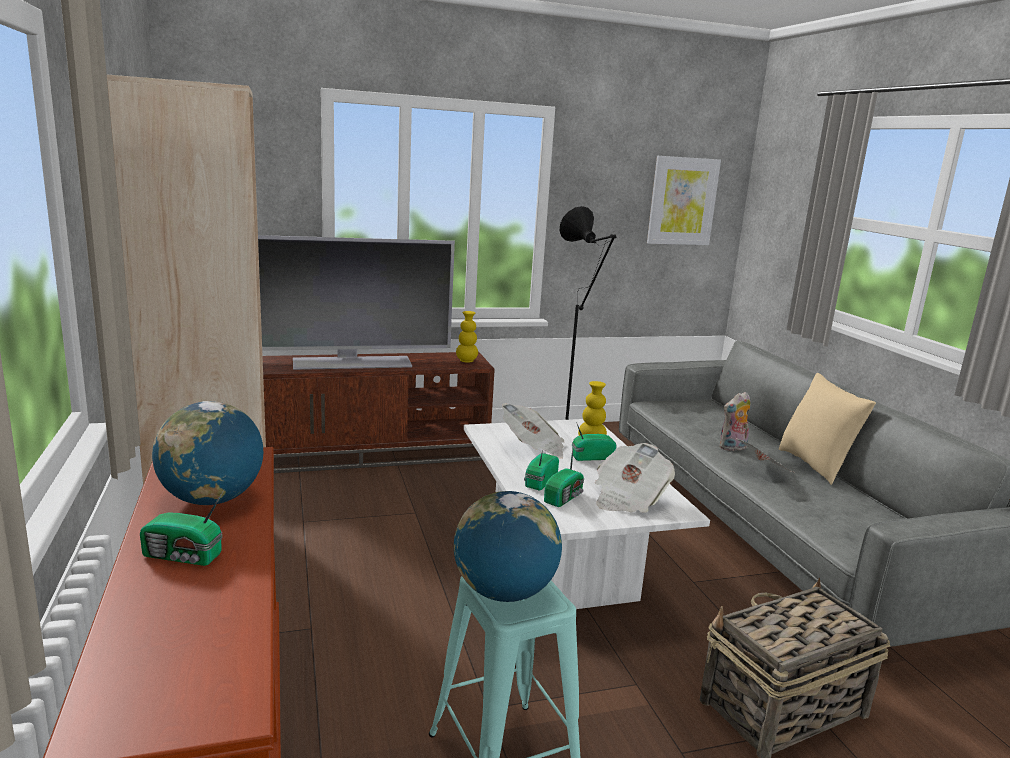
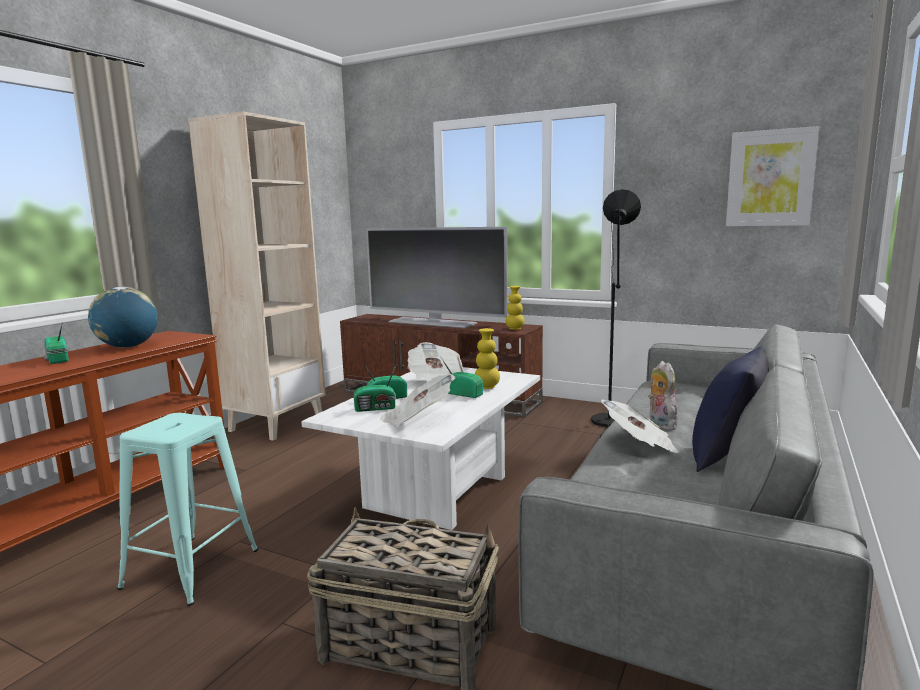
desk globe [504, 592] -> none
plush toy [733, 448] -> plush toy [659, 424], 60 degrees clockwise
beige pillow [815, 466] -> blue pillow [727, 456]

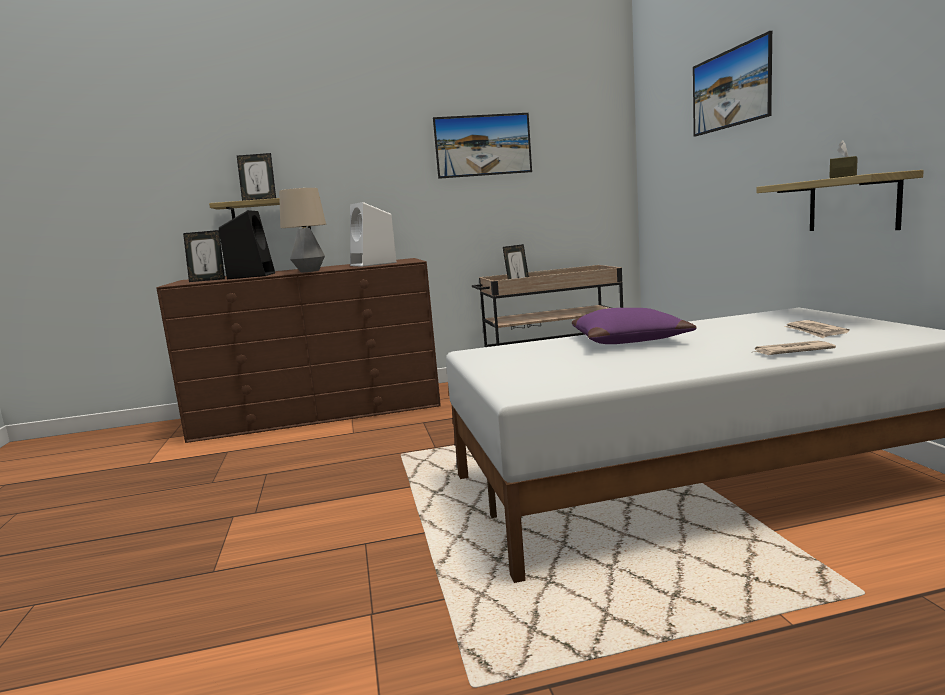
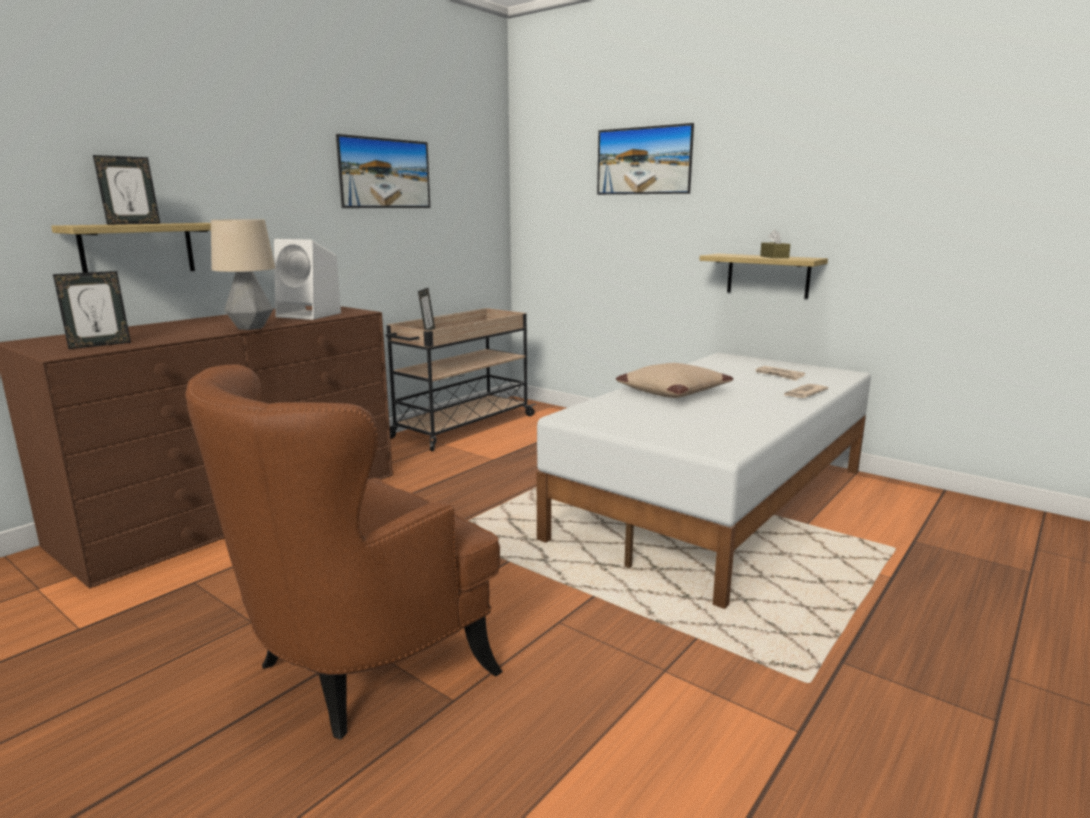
black-coloured loudspeaker [251, 276] -> none
purple-coloured pillow [629, 340] -> beige pillow [672, 392]
none -> brown-coloured lounge chair [358, 668]

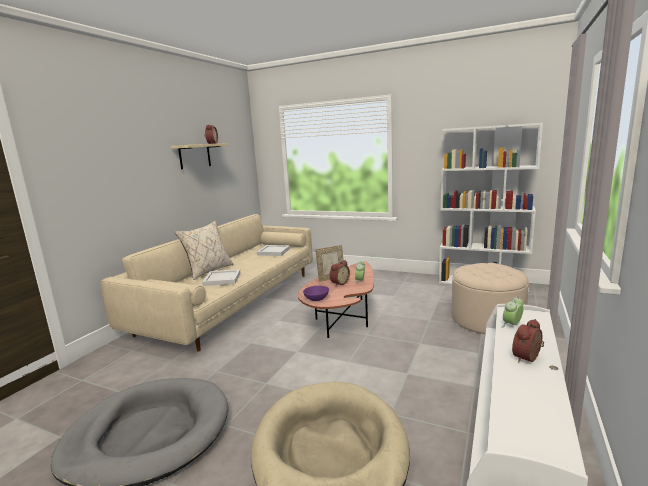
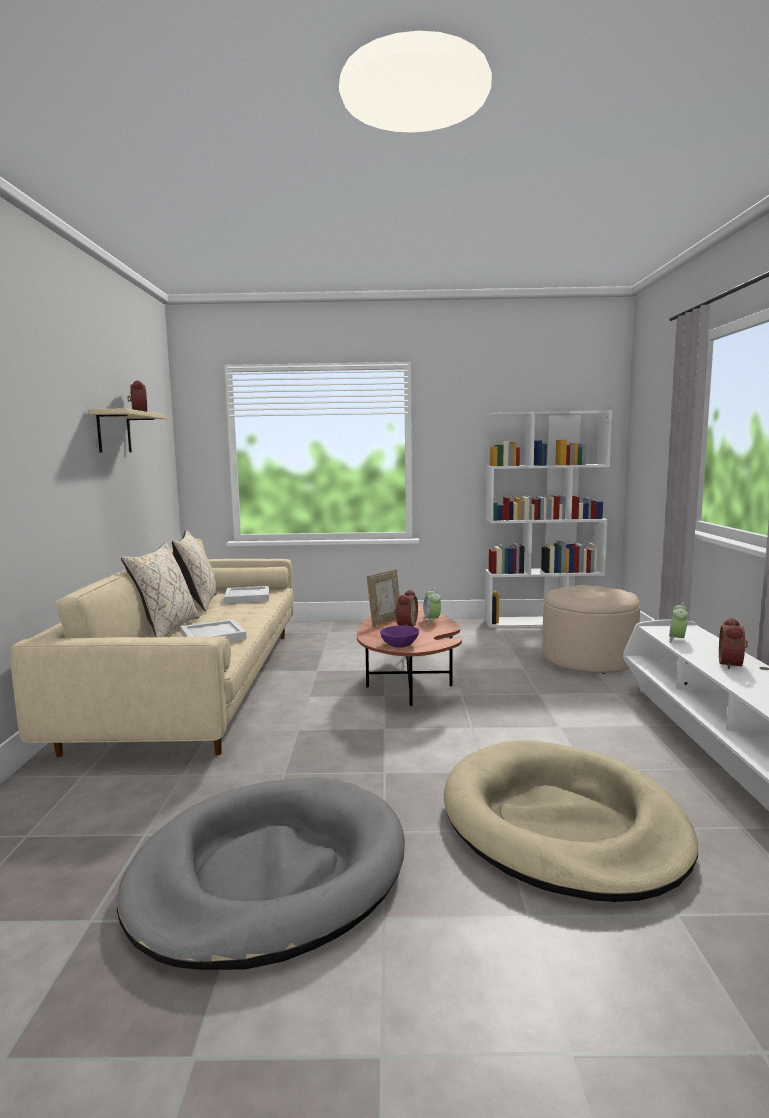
none -> beige pillow [198, 603]

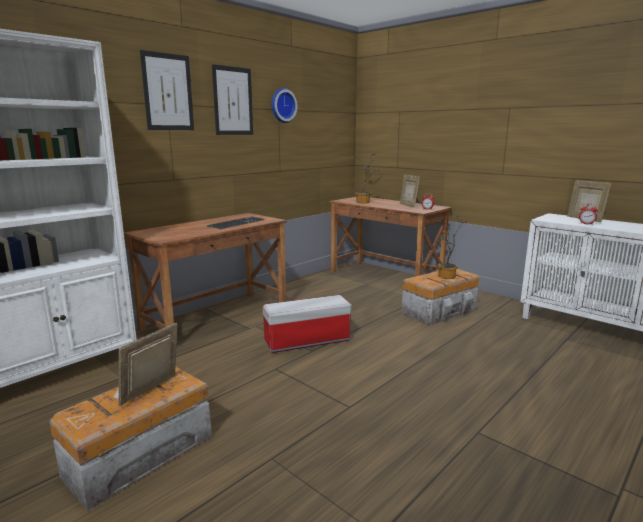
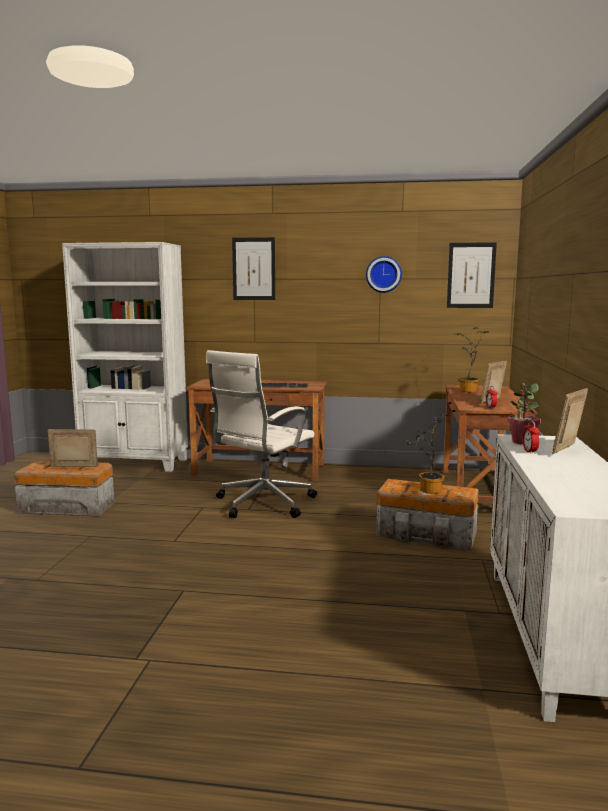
wall art [233, 101] -> wall art [471, 275], move
storage box [306, 341] -> white desk chair [262, 503]
none -> houseplant [522, 442]

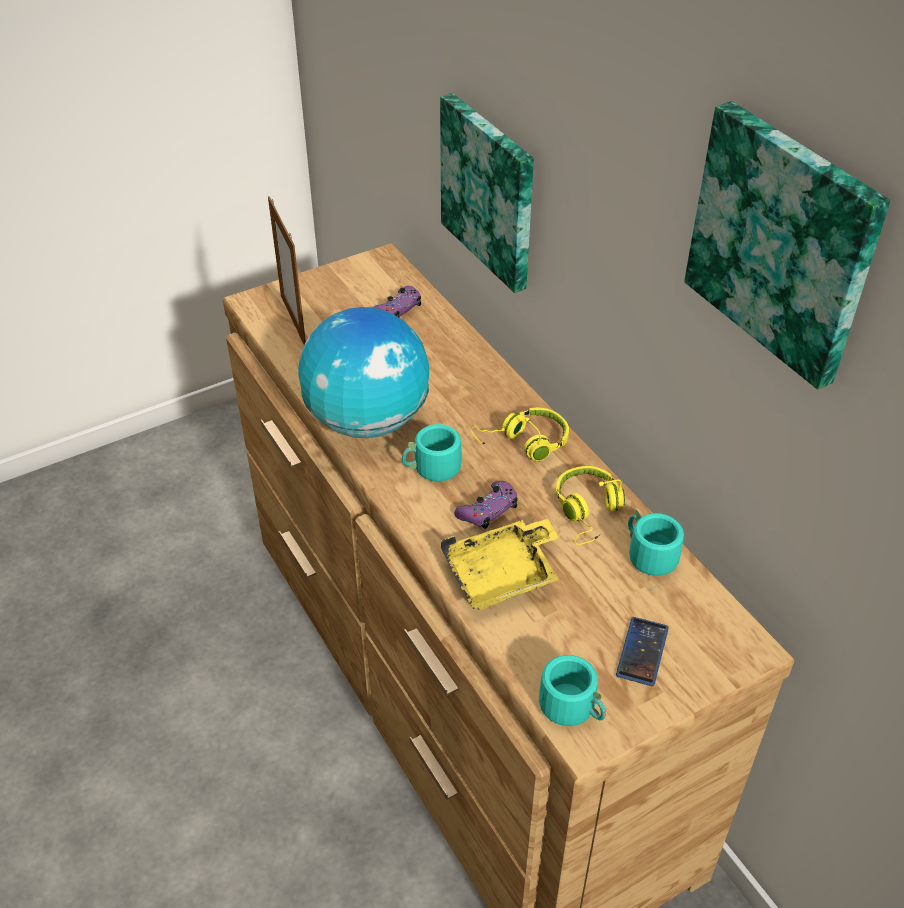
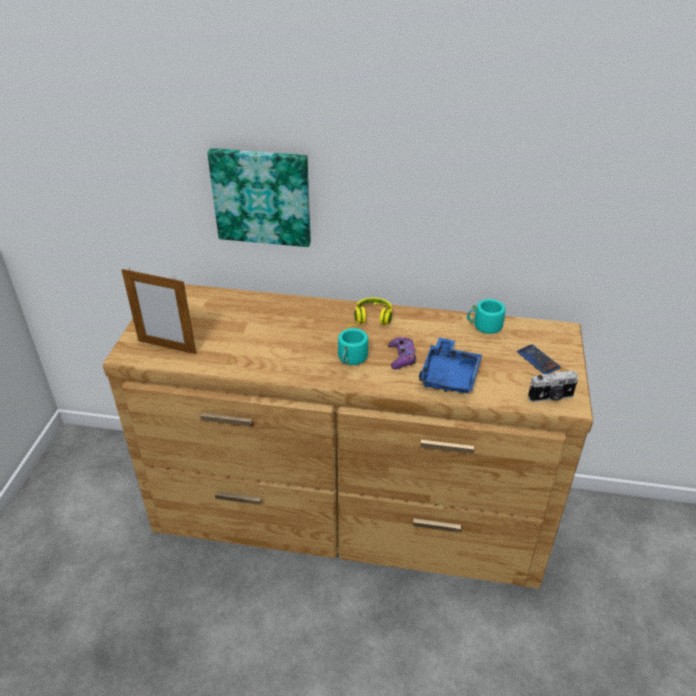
desk globe [368, 421] -> none
purple-coloured joypad [397, 309] -> none
yellow-coloured carrying tray [503, 575] -> blue carrying tray [449, 375]
blue-green tea mug [574, 706] -> photo camera [551, 397]
yellow-coloured pair of headphones [588, 511] -> none
wall art [784, 242] -> none

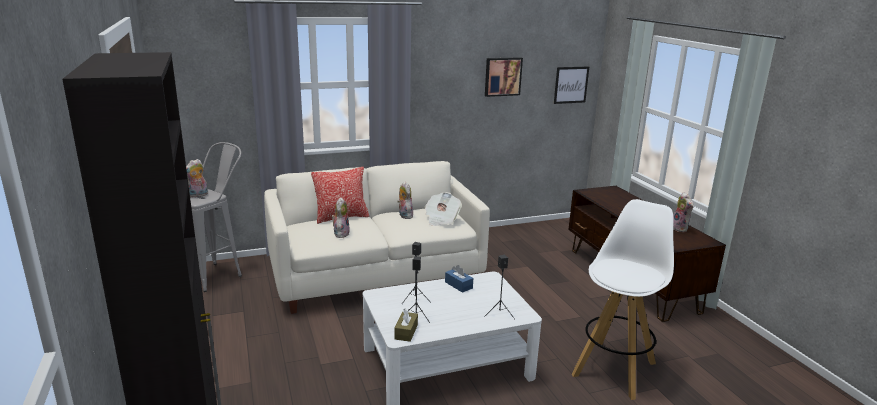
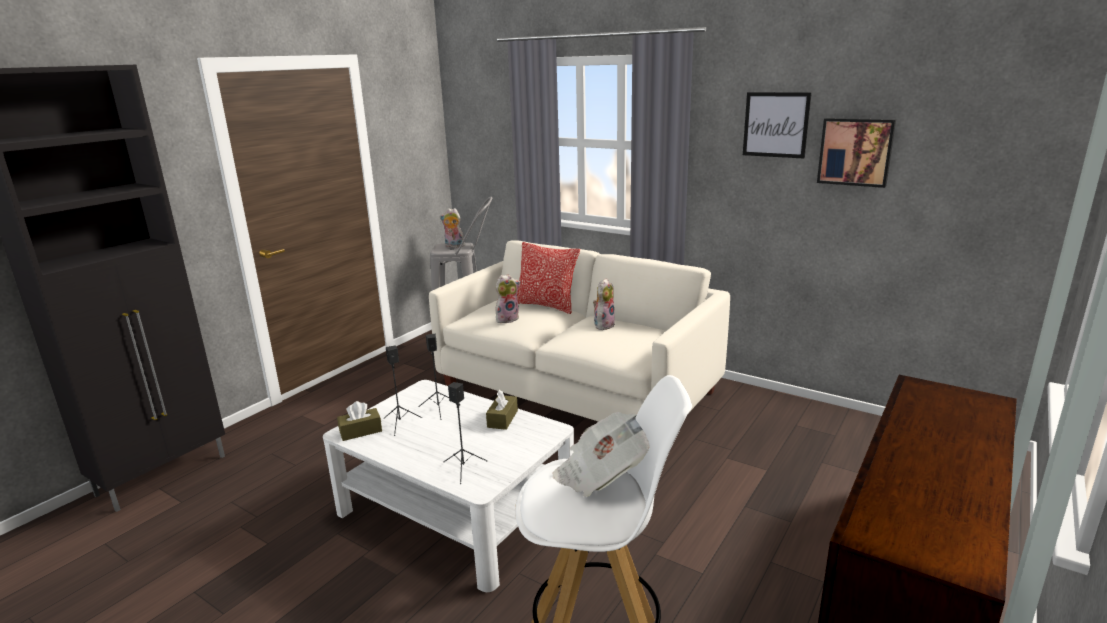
newspaper [441, 219] -> newspaper [600, 474], move
blue tissue holder [458, 285] -> brown-coloured tissue holder [502, 419]
wall art [571, 85] -> wall art [776, 125], move
plush toy [680, 228] -> none

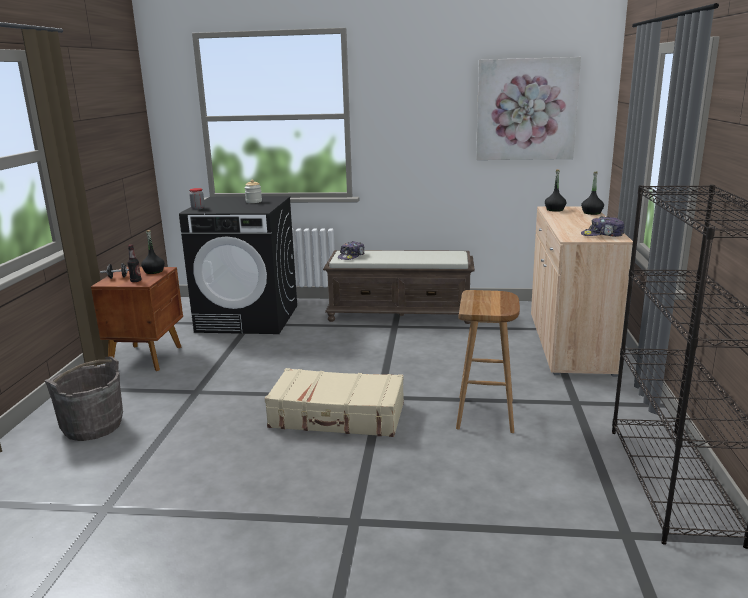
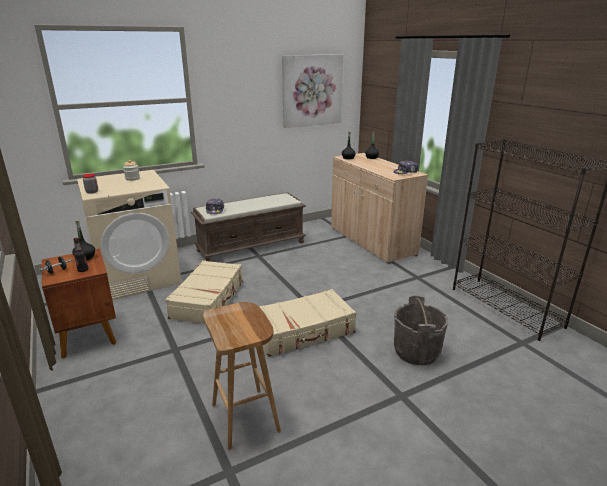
greyish water bucket [93, 426] -> greyish water bucket [416, 351], move
black-coloured laundry appliance [248, 318] -> beige laundry appliance [138, 277]
brown-coloured stool seat [486, 415] -> brown-coloured stool seat [246, 418], move
none -> beige piece of luggage [209, 299]

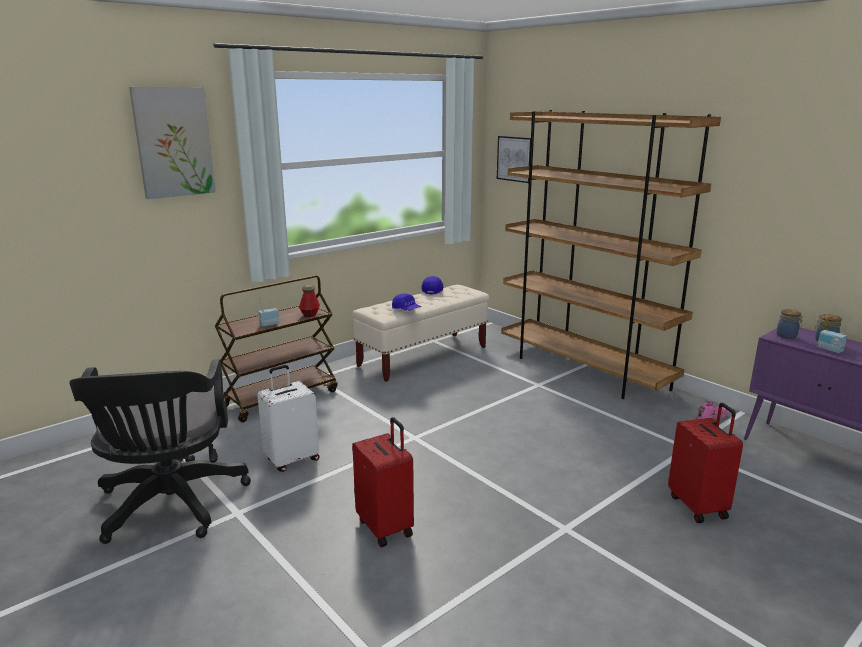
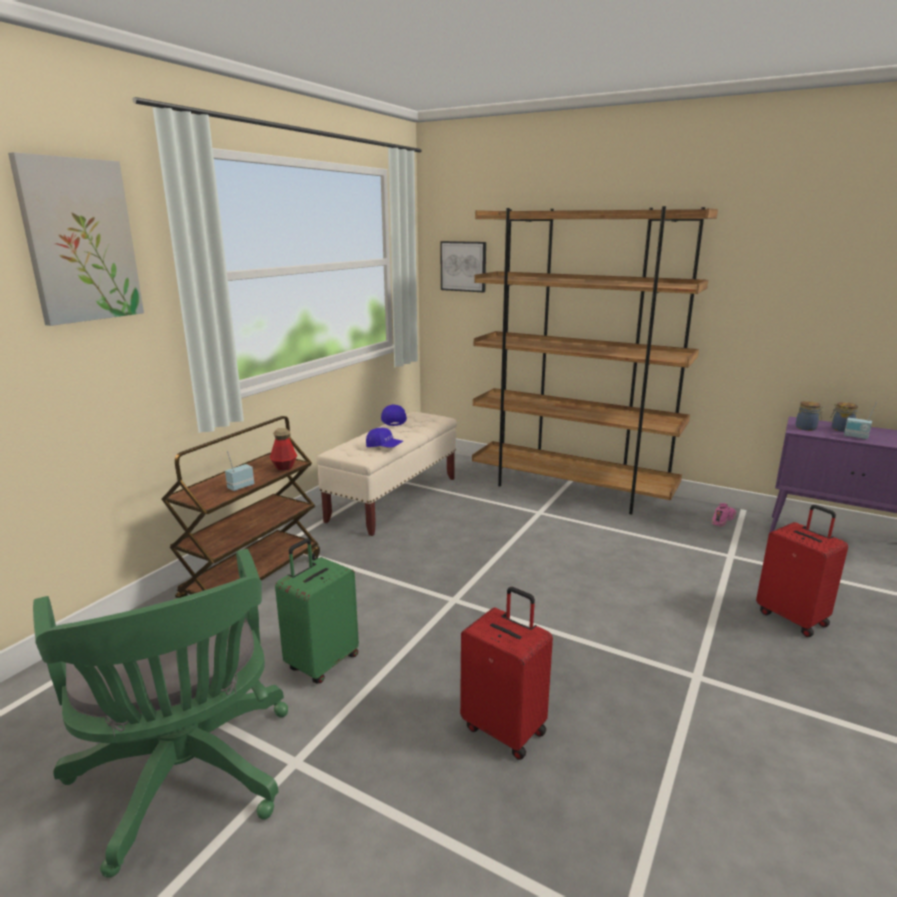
black-coloured desk chair [170, 507] -> greenish desk chair [187, 779]
white piece of luggage [292, 459] -> greenish piece of luggage [321, 662]

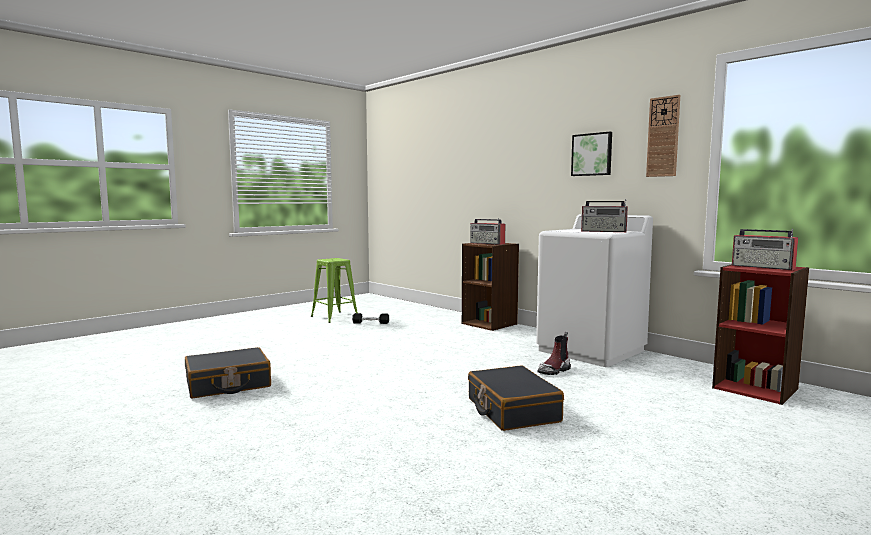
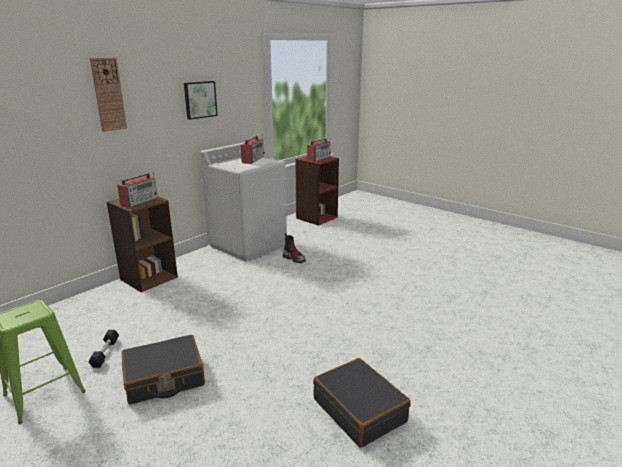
black-coloured piece of luggage [512, 410] -> black-coloured piece of luggage [164, 378], move
hanging clock [663, 137] -> hanging clock [108, 94], move

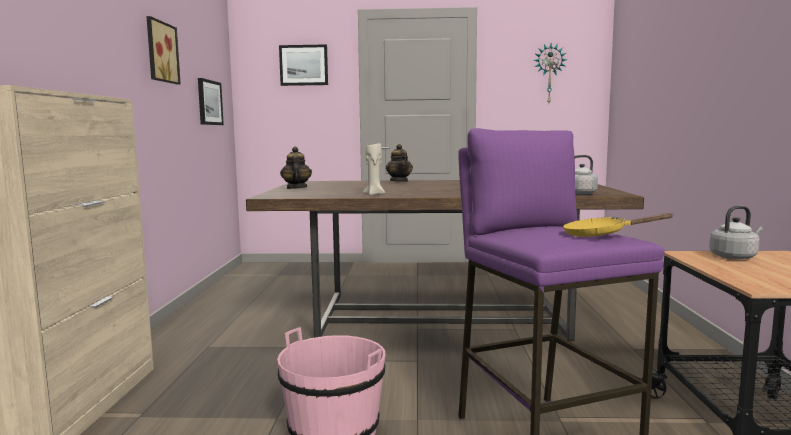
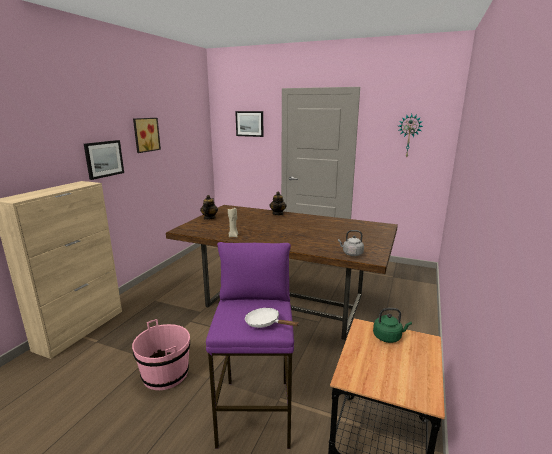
wall art [209, 102] -> wall art [104, 159], move
yellow-coloured pan [601, 235] -> white pan [265, 323]
greyish tea kettle [734, 257] -> greenish tea kettle [388, 337]

